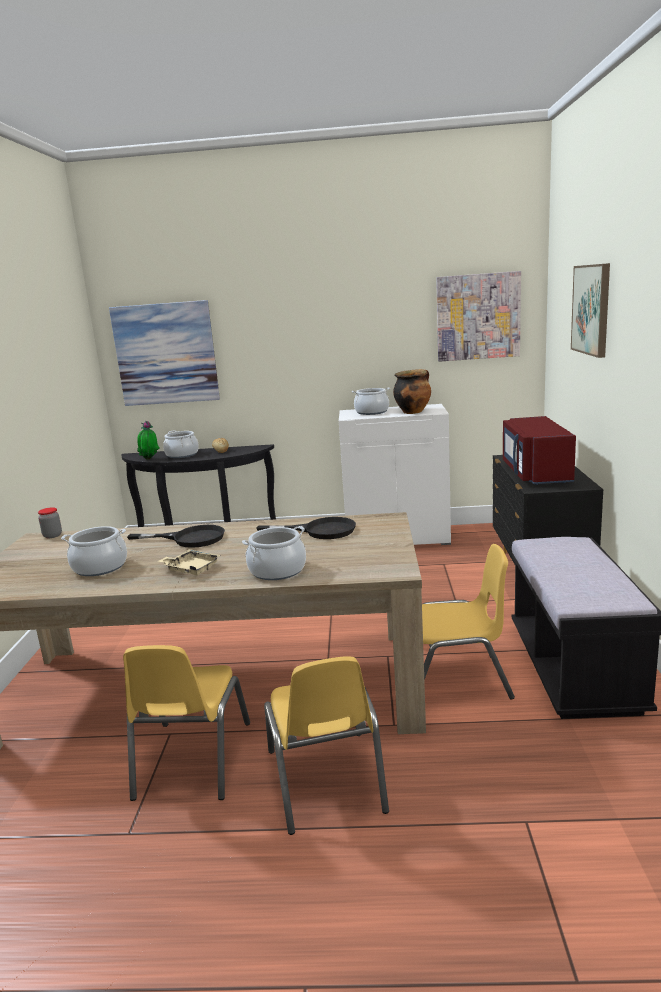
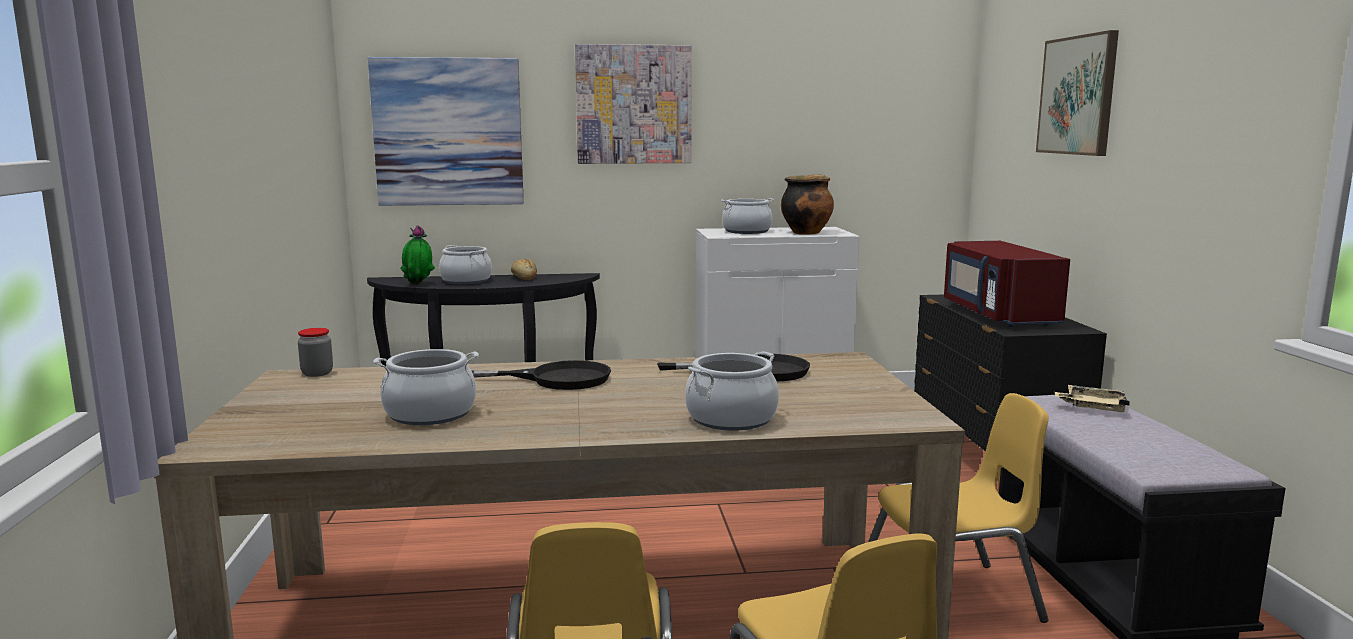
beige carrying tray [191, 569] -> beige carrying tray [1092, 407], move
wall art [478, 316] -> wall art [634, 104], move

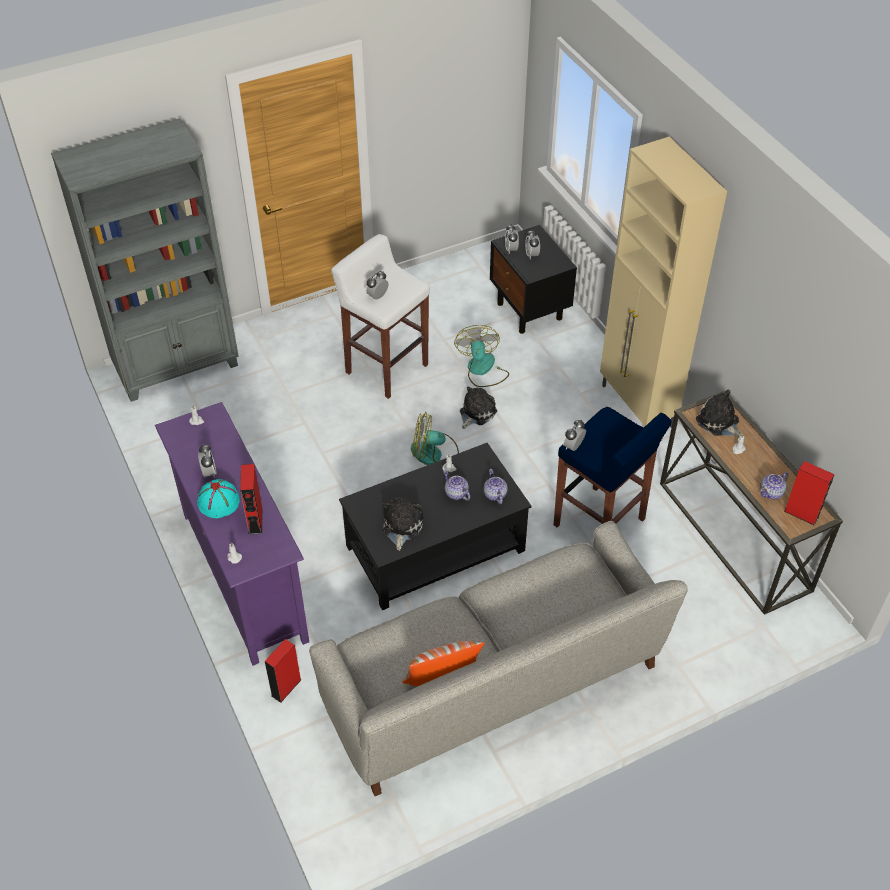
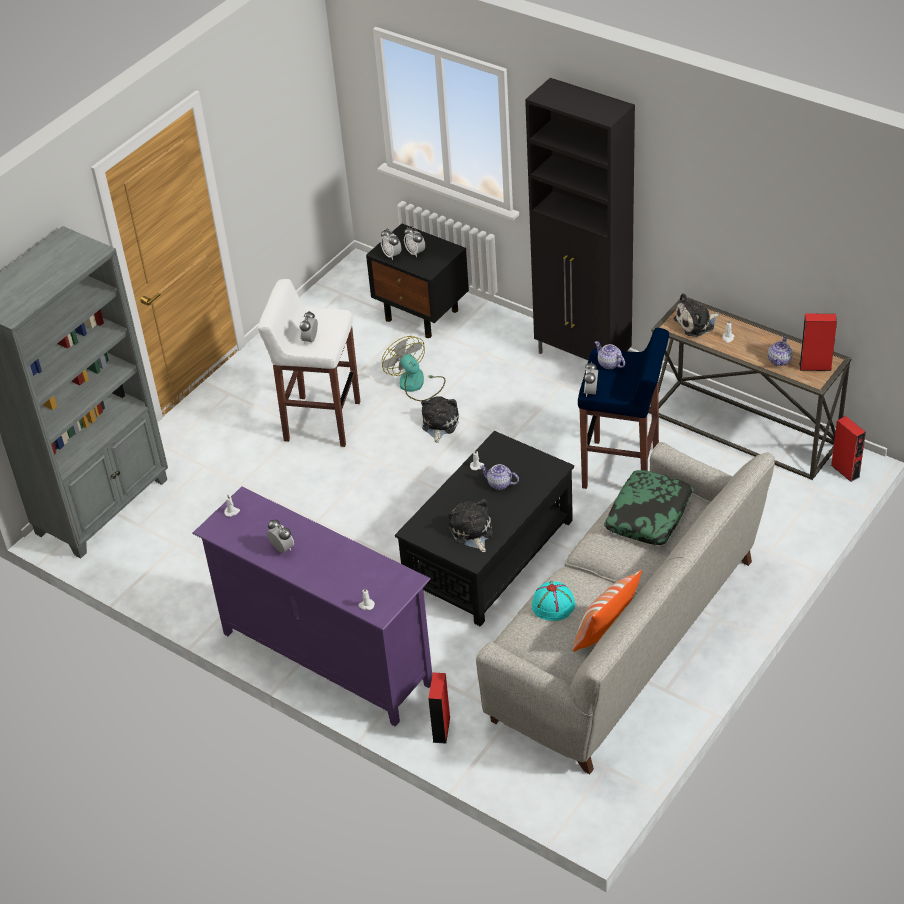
blue-green wearable hat [219, 502] -> blue-green wearable hat [553, 605], move
red loudspeaker [255, 520] -> red loudspeaker [845, 471], move
electric fan [434, 454] -> none
teapot [494, 494] -> teapot [609, 364], move
beige cabinet [637, 407] -> black-coloured cabinet [583, 358]
plush toy [719, 422] -> plush toy [696, 323], 45 degrees counterclockwise
none -> pillow [649, 515]

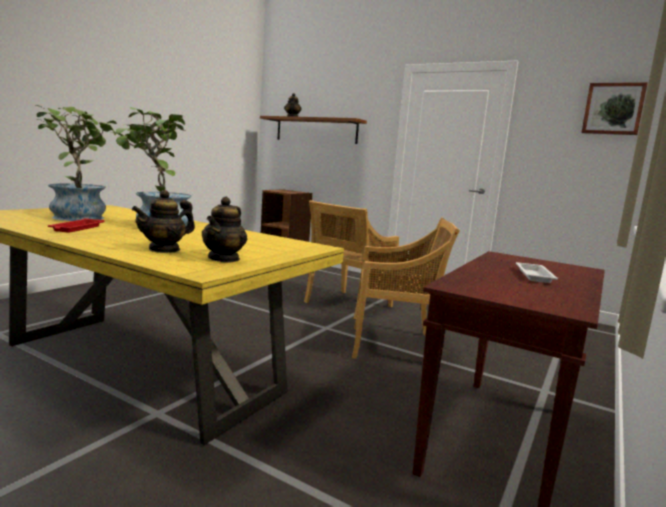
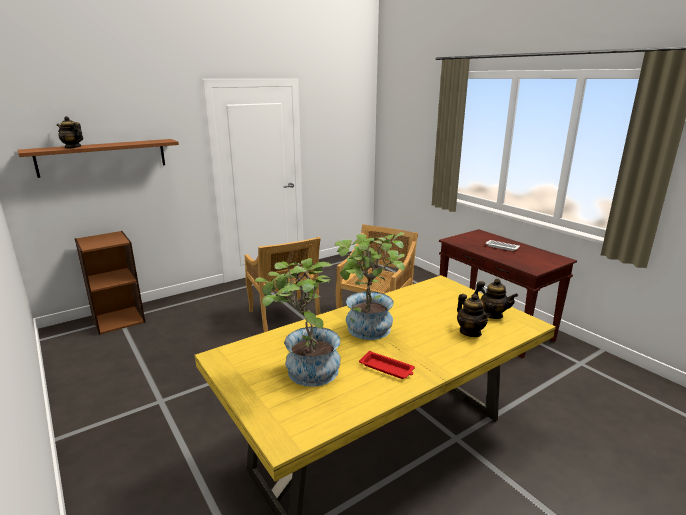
wall art [613, 109] -> none

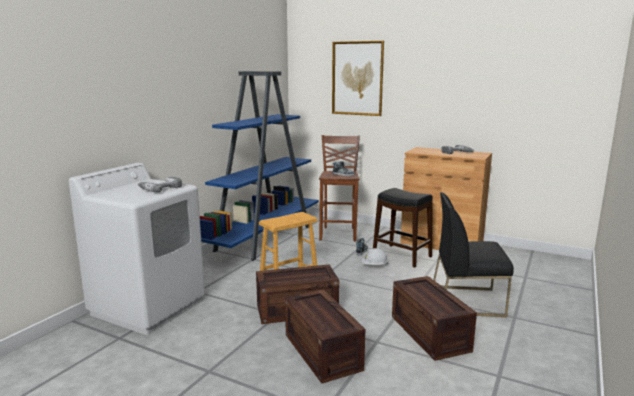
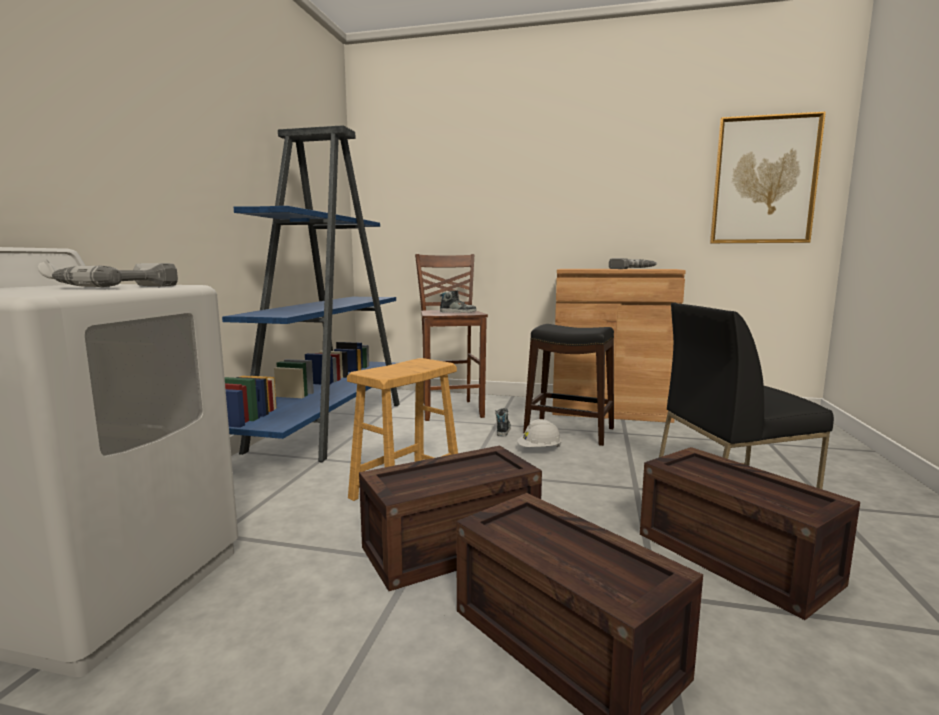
wall art [357, 78] -> wall art [764, 180], move

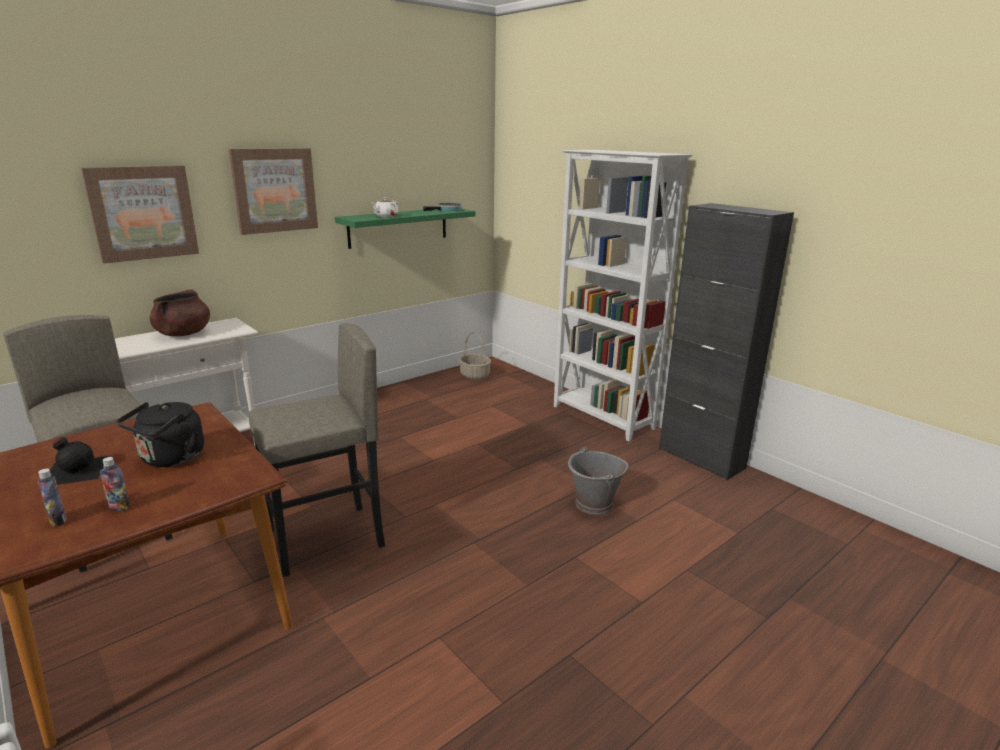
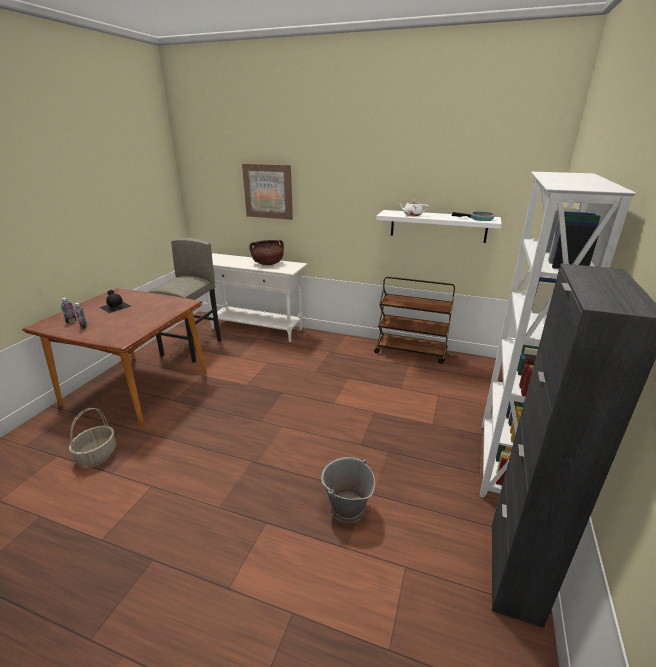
black-coloured tea kettle [170, 459] -> none
wall art [274, 190] -> none
greyish stool seat [326, 539] -> none
greenish bracket shelf [398, 227] -> white bracket shelf [438, 226]
household basket [474, 375] -> household basket [97, 454], move
none -> brown-coloured trolley [411, 352]

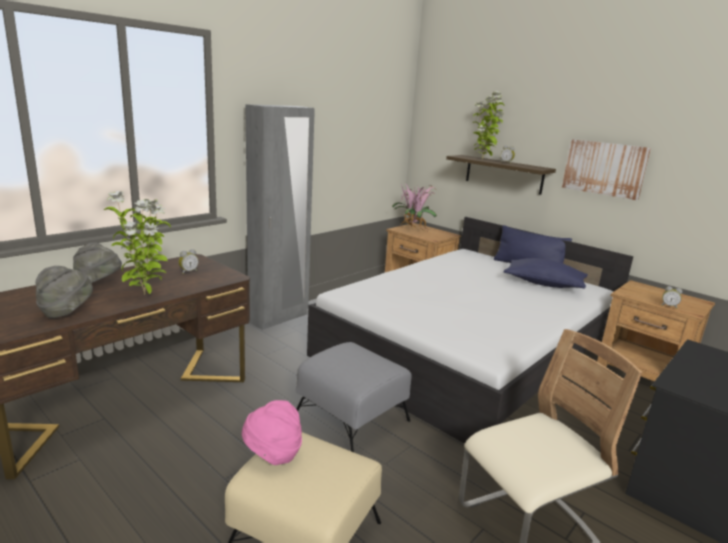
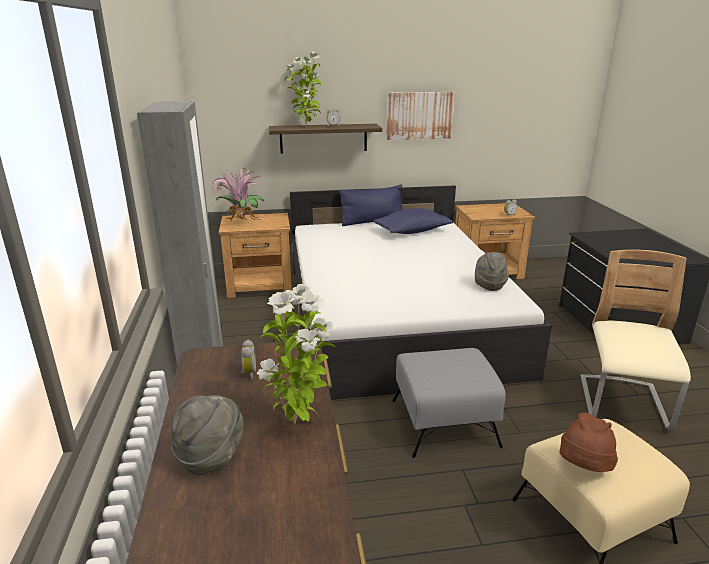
greyish wearable hat [66, 312] -> greyish wearable hat [489, 285], move
pinkish wearable hat [273, 454] -> brown-coloured wearable hat [583, 467]

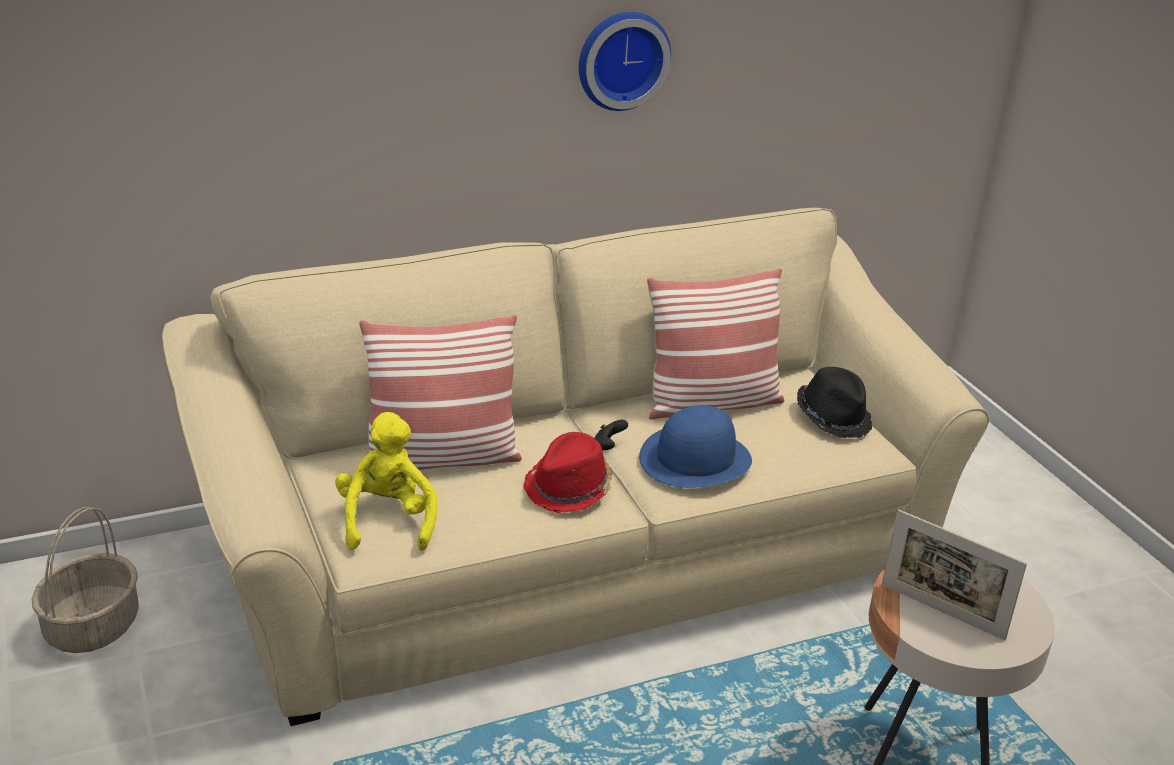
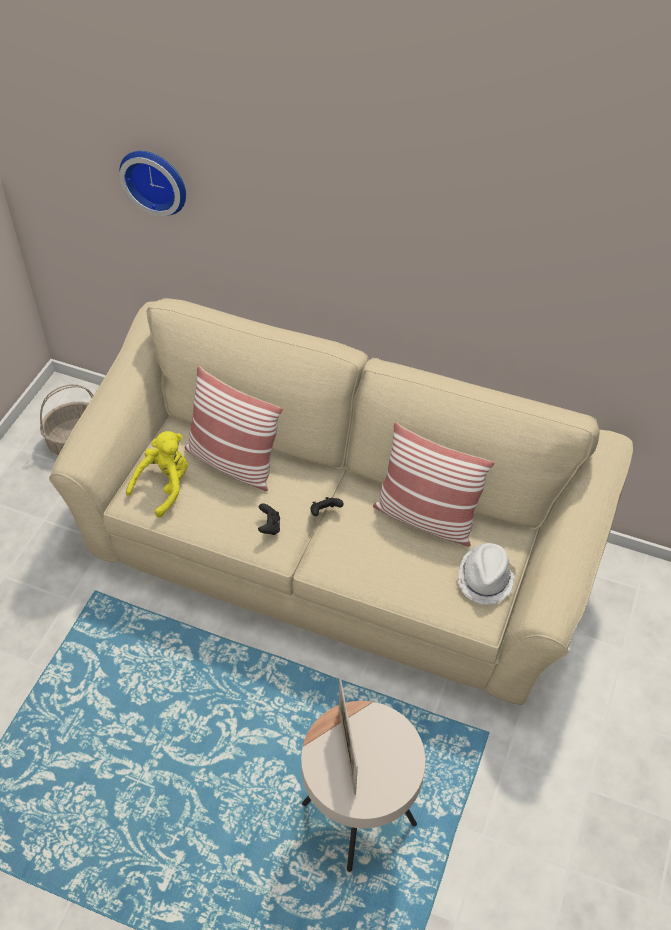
red wearable hat [569, 488] -> black-coloured joypad [269, 526]
hanging clock [621, 59] -> hanging clock [156, 180], move
blue wearable hat [695, 459] -> none
black-coloured wearable hat [833, 418] -> white wearable hat [486, 578]

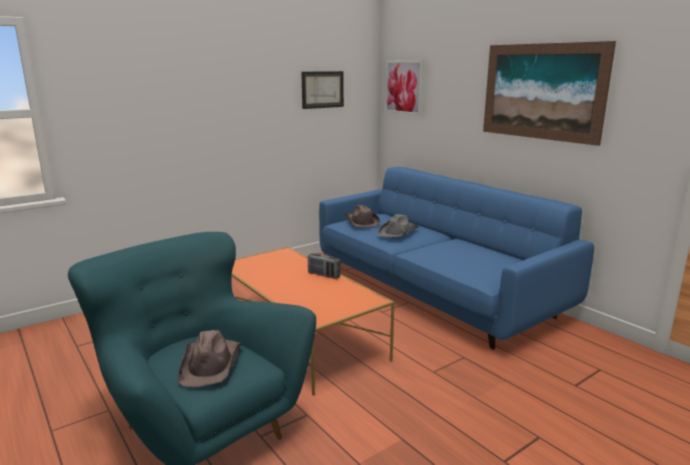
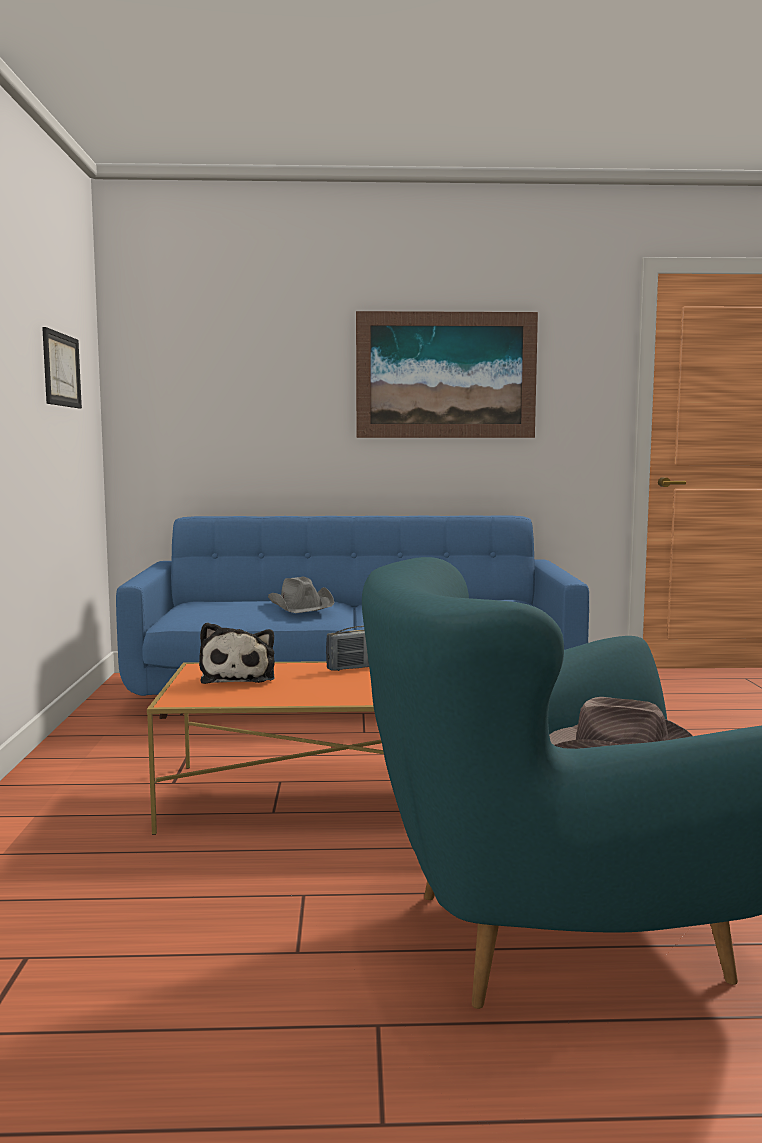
brown-coloured wearable hat [361, 222] -> none
wall art [404, 87] -> none
none -> plush toy [239, 677]

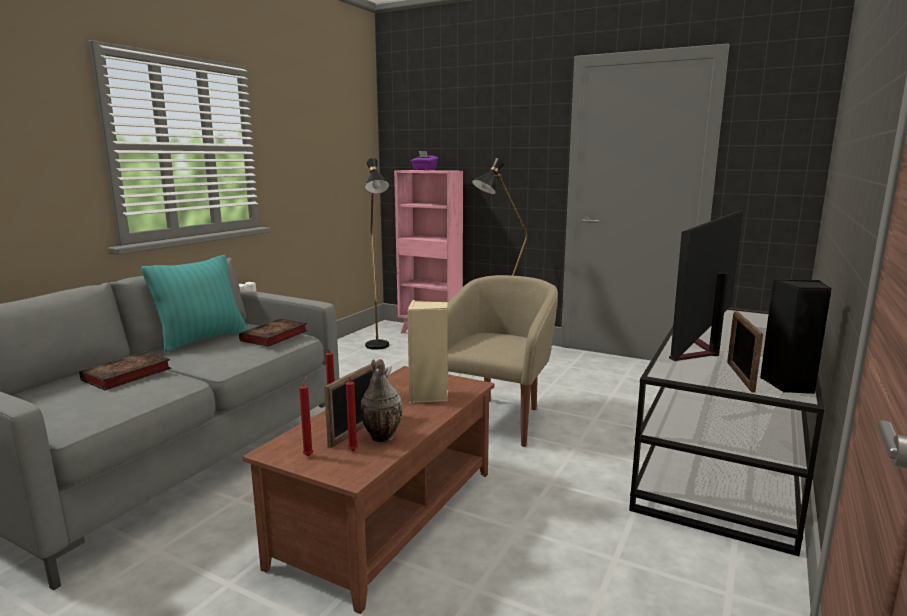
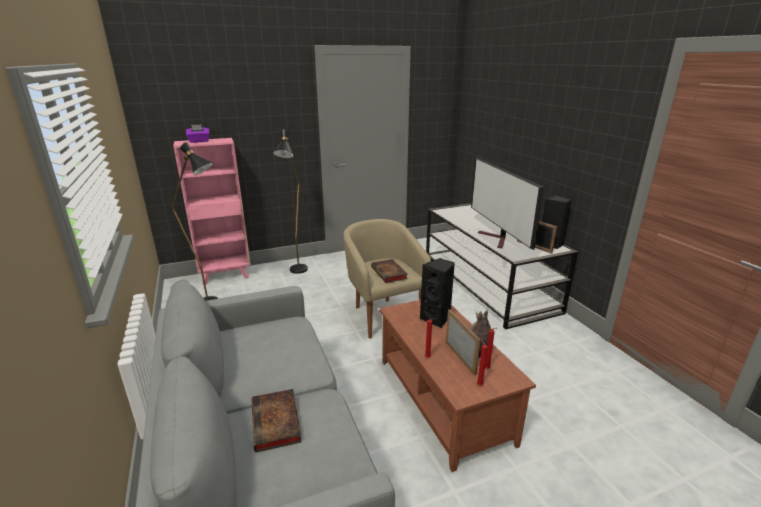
blue-green pillow [202, 339] -> none
bound book [273, 337] -> bound book [389, 273], move
beige loudspeaker [428, 396] -> black-coloured loudspeaker [437, 319]

